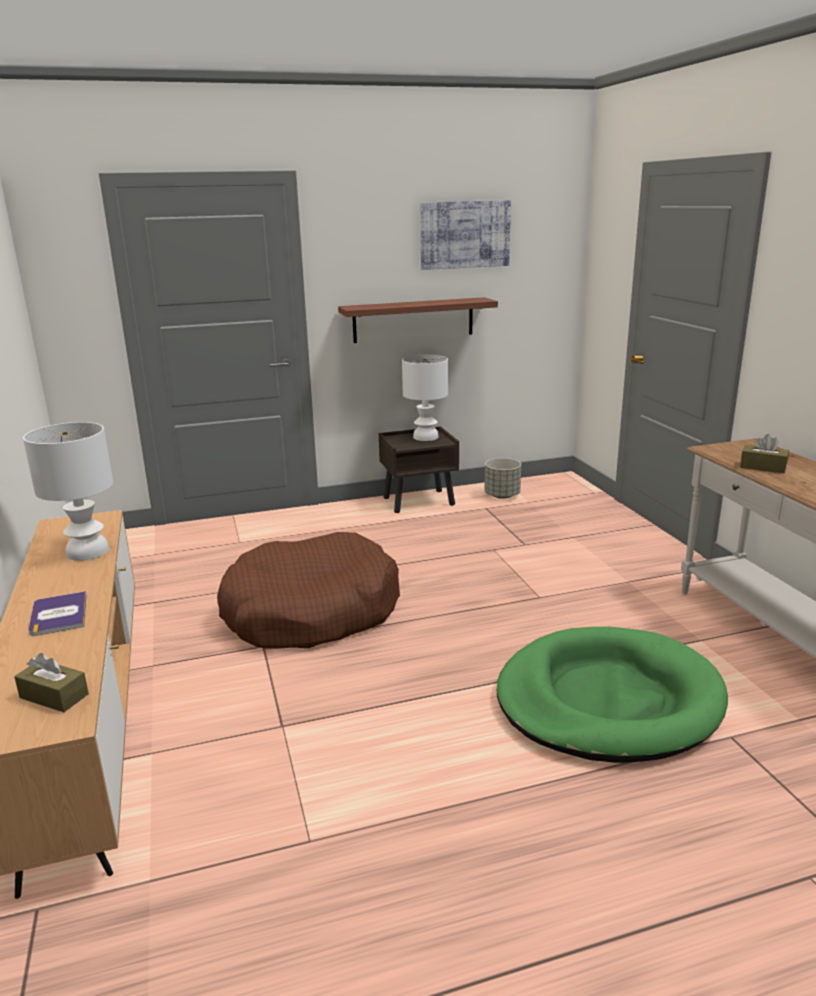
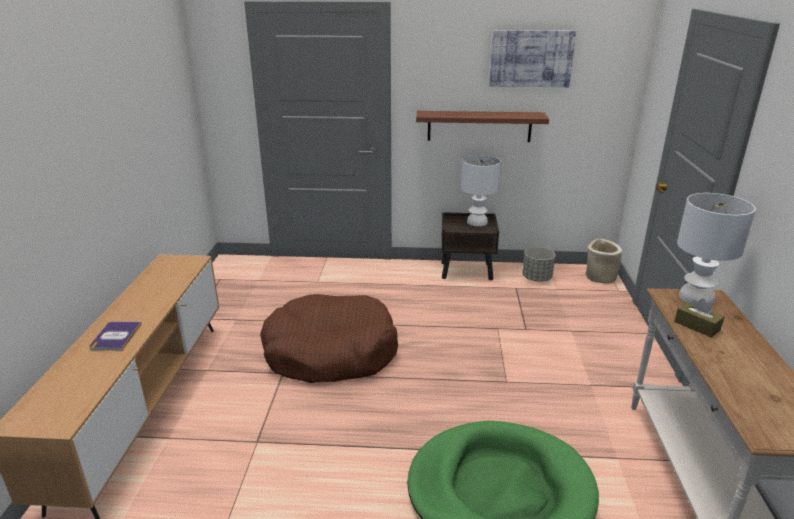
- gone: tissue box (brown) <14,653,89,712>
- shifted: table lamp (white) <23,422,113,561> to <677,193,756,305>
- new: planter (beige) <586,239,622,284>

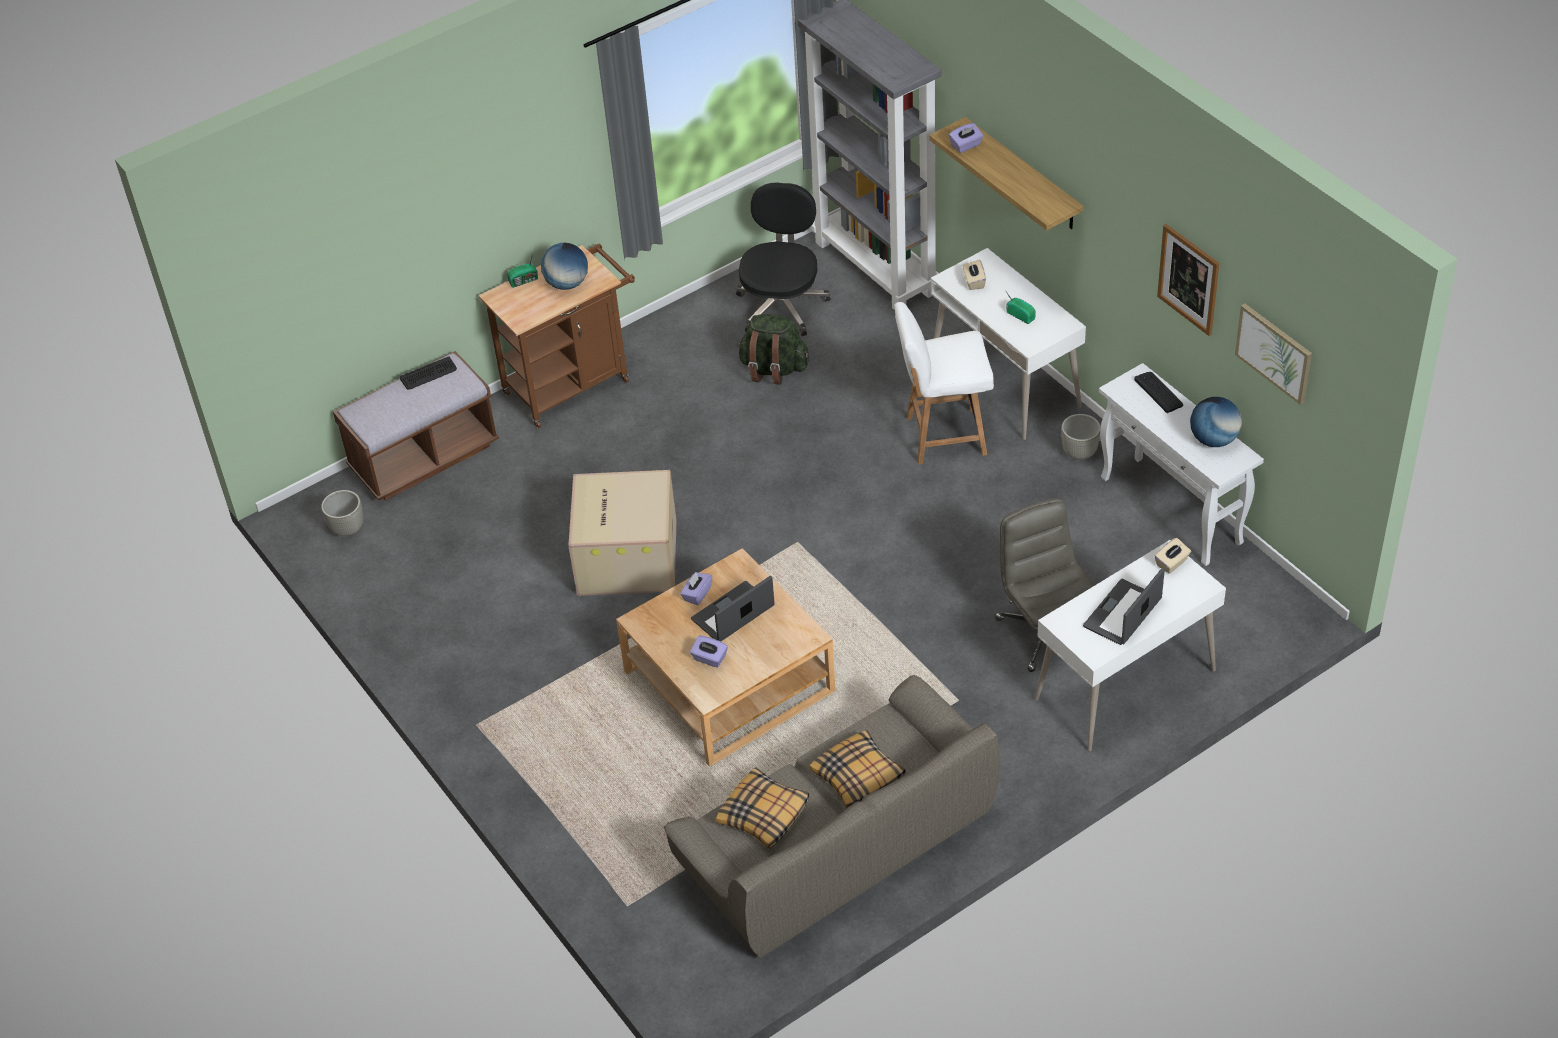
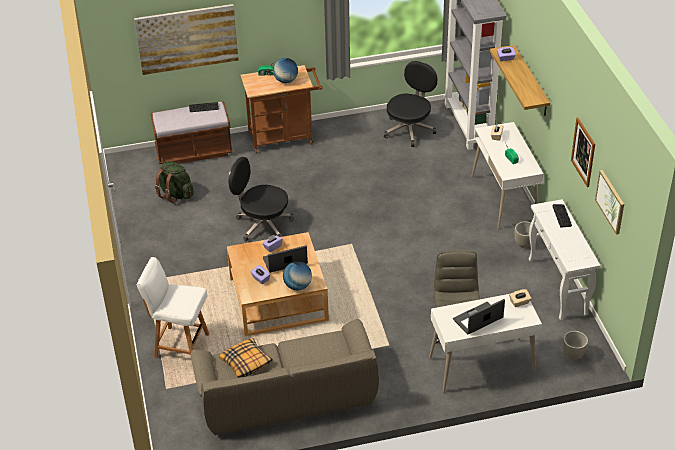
- shifted: planter (grey) <321,490,363,536> to <563,331,588,359>
- swapped: cardboard box <568,470,676,596> to office chair (black) <228,157,294,242>
- shifted: backpack (green) <737,314,809,385> to <155,161,194,203>
- gone: pillow <810,730,906,809>
- shifted: chair (white) <894,302,994,464> to <137,257,209,358>
- shifted: globe <1190,397,1242,447> to <283,261,312,291>
- new: picture <134,4,239,75>

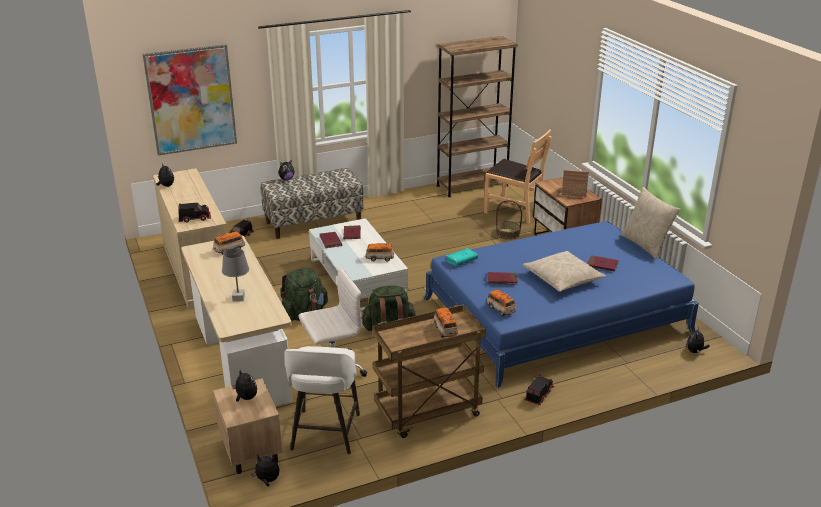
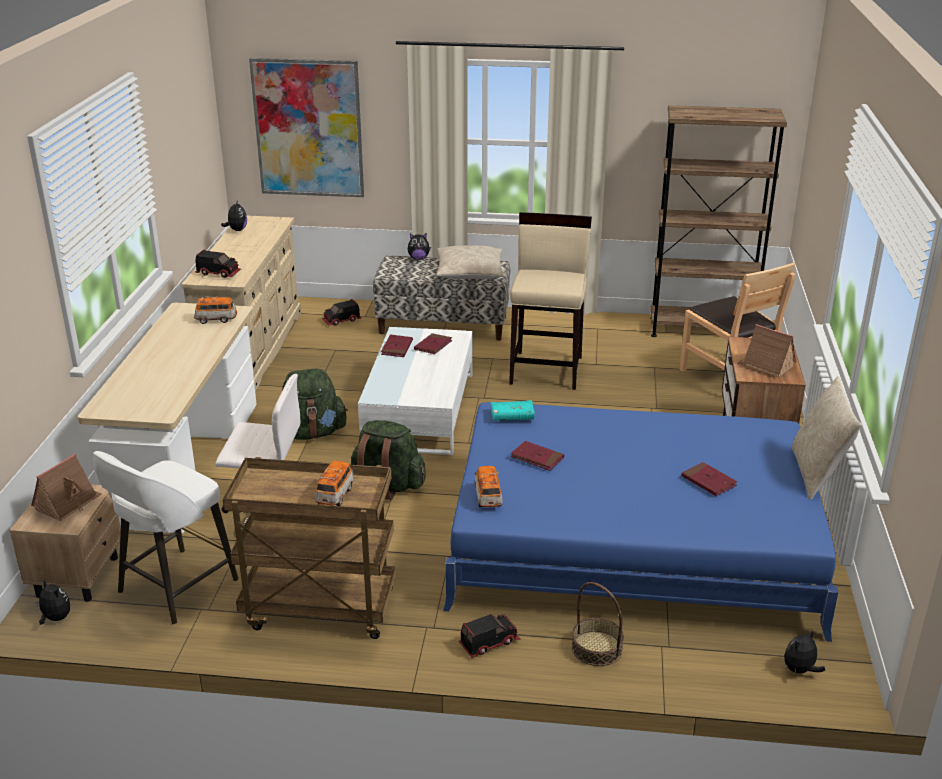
- gone: table lamp (grey) <222,248,249,302>
- swapped: plush toy <232,370,257,402> to toy house <31,454,102,521>
- gone: toy car <365,243,394,262>
- shifted: basket <496,200,522,240> to <571,582,624,666>
- shifted: pillow (beige) <522,251,606,292> to <436,245,505,279>
- new: stool (beige) <509,212,592,390>

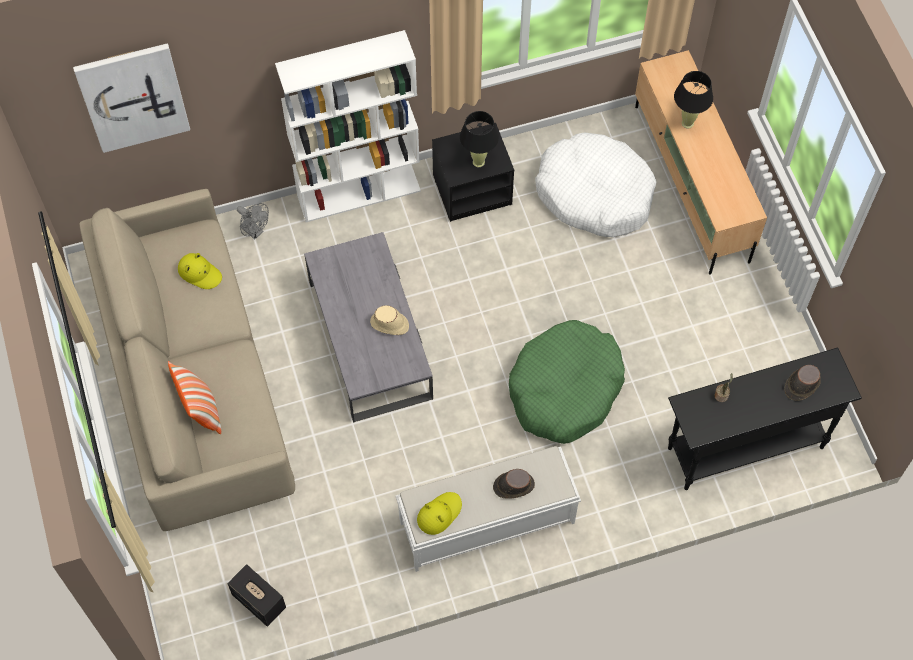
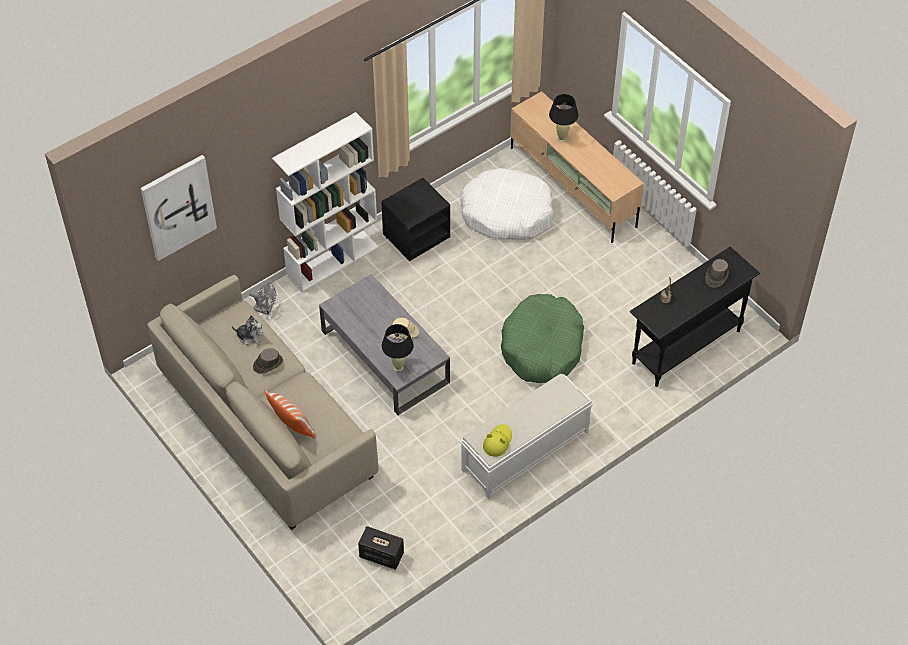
- swapped: hat (yellow) <178,253,222,289> to plush toy <232,315,263,345>
- shifted: table lamp (black) <460,111,499,167> to <382,324,414,372>
- shifted: hat (brown) <493,469,535,499> to <253,348,283,374>

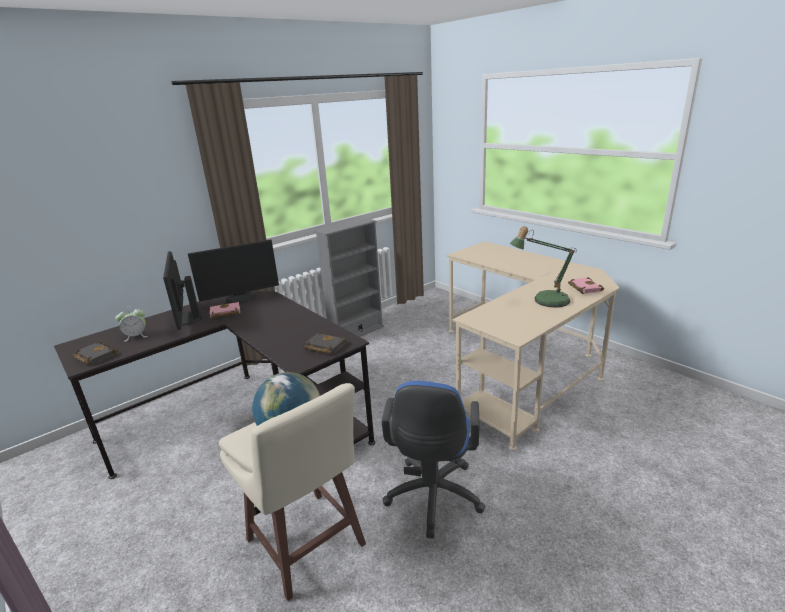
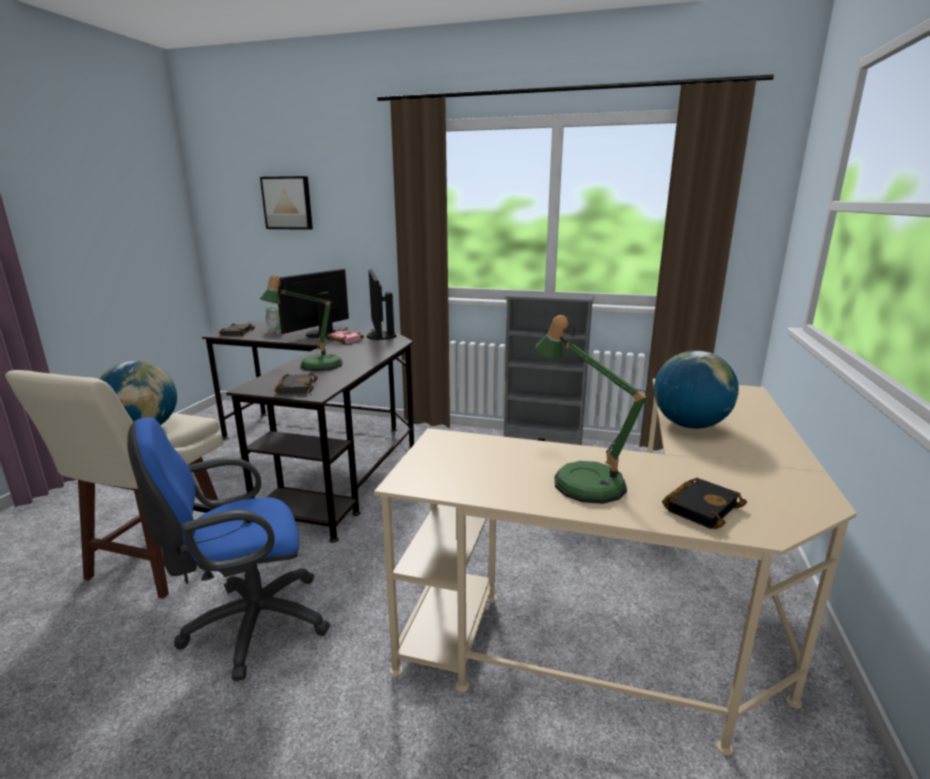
- rotated: monitor <188,240,279,304> = <367,269,396,340> 45 degrees clockwise
- repainted: book (pink) <568,277,604,294> to book (black) <662,478,747,529>
- new: picture <260,176,313,230>
- new: table lamp <260,275,343,371>
- new: globe <654,350,739,429>

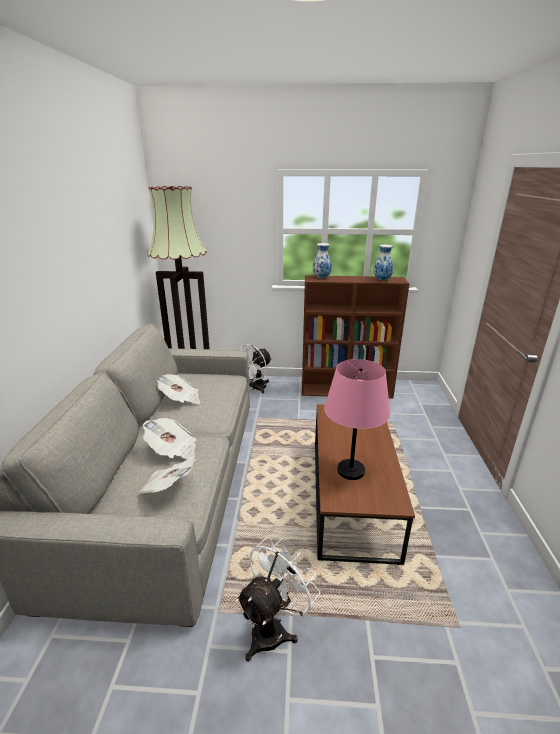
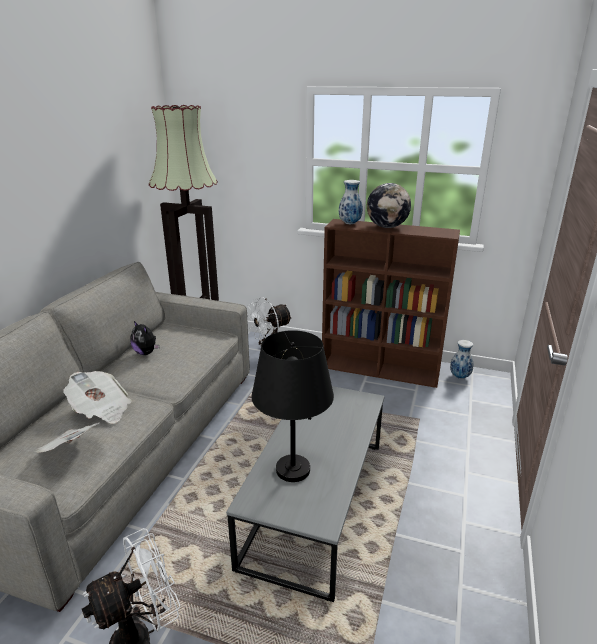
- swapped: newspaper <157,374,200,404> to plush toy <131,321,159,355>
- repainted: coffee table (brown) <315,404,415,565> to coffee table (grey) <226,386,385,602>
- repainted: table lamp (pink) <324,359,390,480> to table lamp (black) <252,330,334,482>
- shifted: vase <373,245,394,281> to <450,340,474,379>
- new: globe <367,183,411,228>

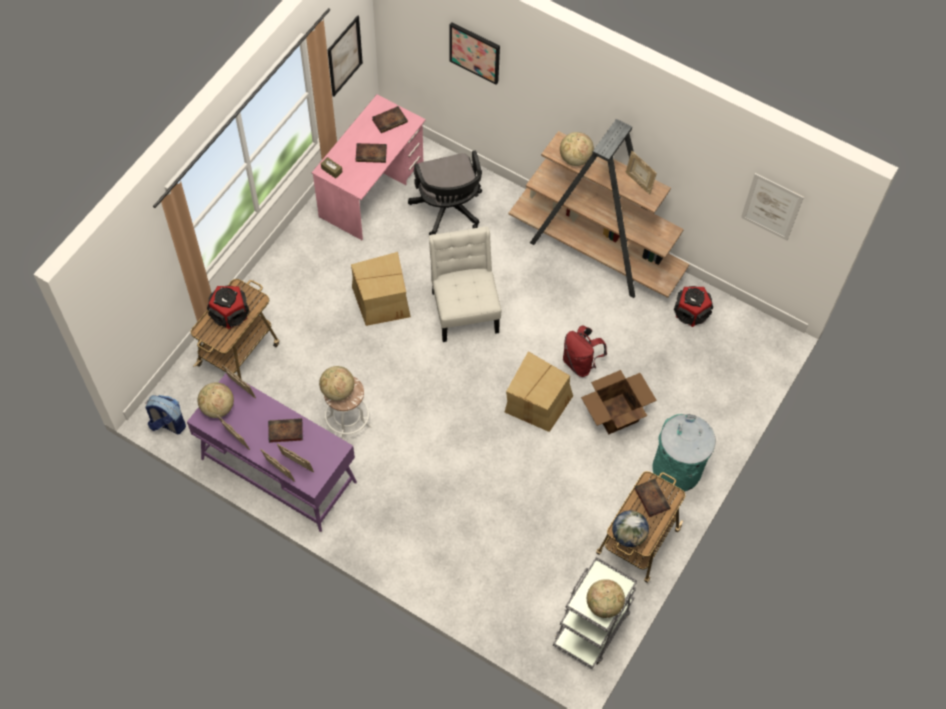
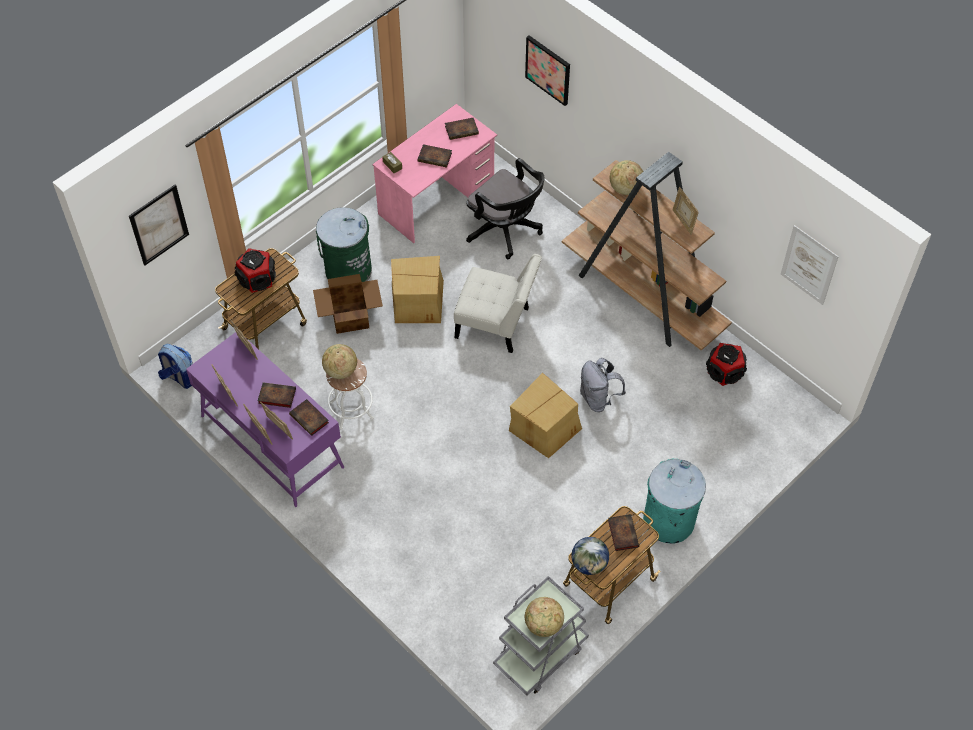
- gone: globe <198,383,234,418>
- shifted: picture <328,15,363,97> to <129,185,189,265>
- rotated: office chair (black) <408,150,482,235> = <466,158,545,259> 45 degrees counterclockwise
- rotated: chair (white) <429,226,501,342> = <454,254,542,353> 105 degrees clockwise
- repainted: backpack (red) <563,326,607,377> to backpack (grey) <580,358,626,412>
- shifted: cardboard box <581,370,657,434> to <313,274,383,334>
- new: book <289,399,329,436>
- new: trash can (green) <316,207,372,282>

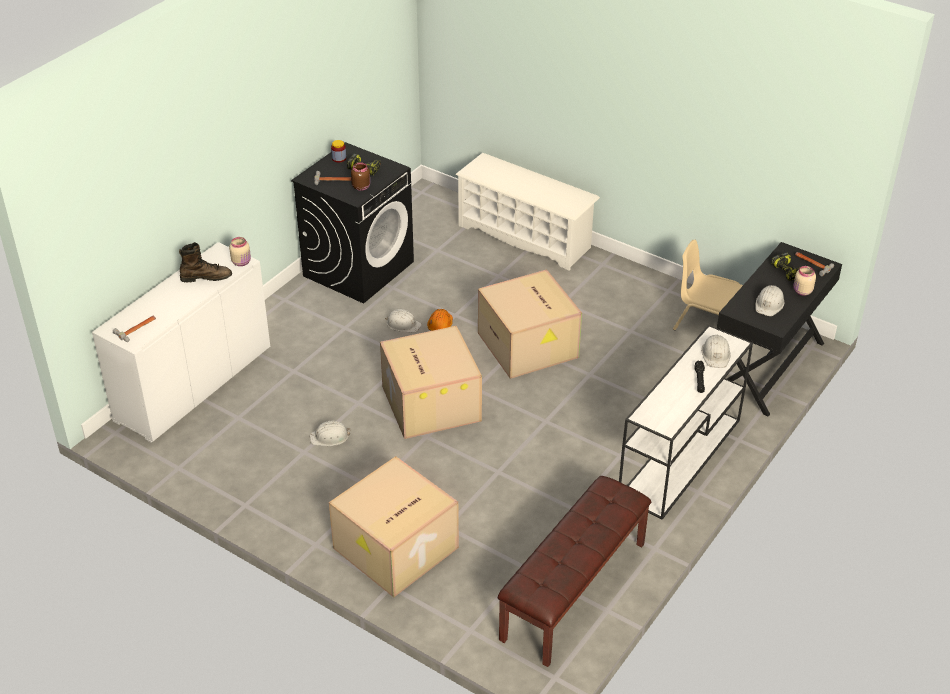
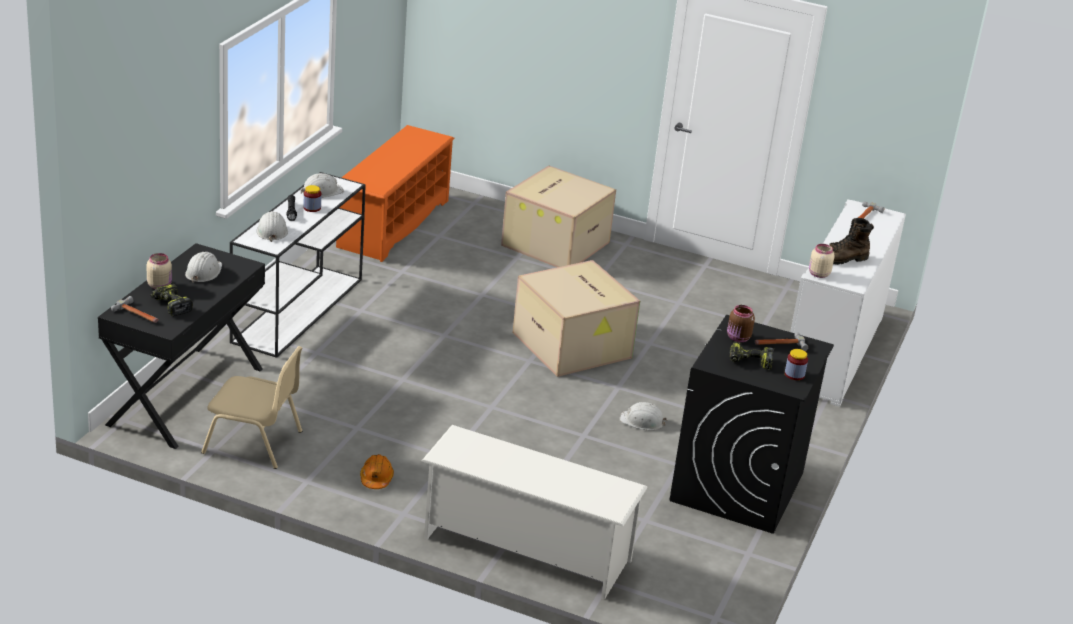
- shifted: hard hat (white) <310,420,351,446> to <301,173,344,198>
- shifted: hard hat (orange) <427,309,453,331> to <360,454,394,489>
- gone: cardboard box <478,269,582,379>
- swapped: bench (brown) <498,476,651,667> to shoe rack (orange) <336,125,455,262>
- new: jar <303,185,321,212>

